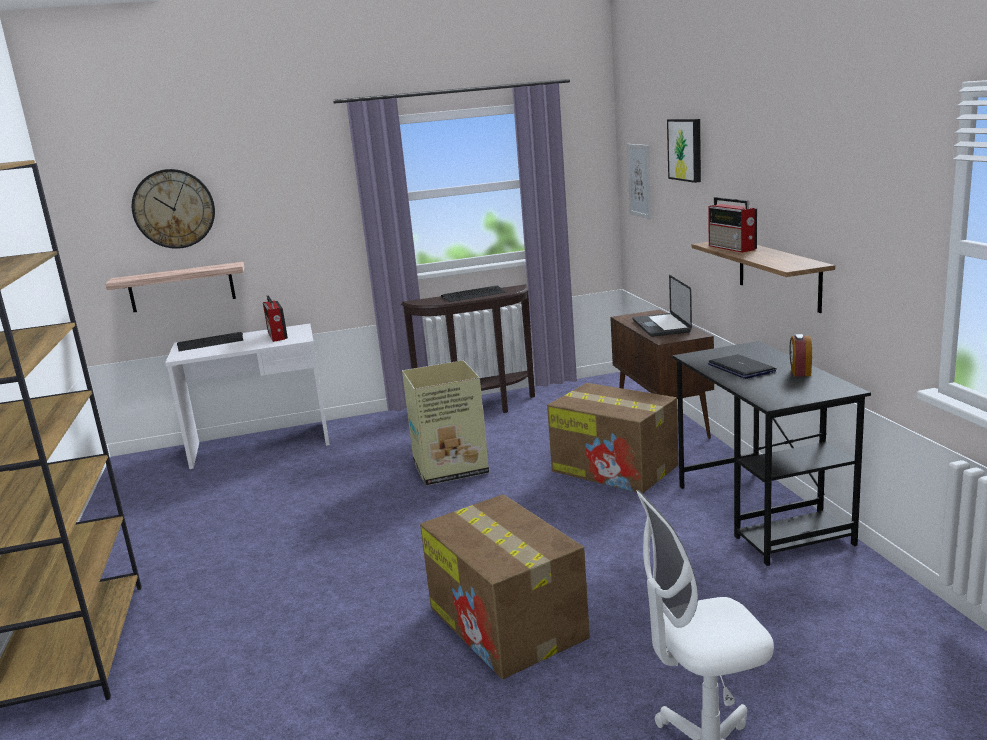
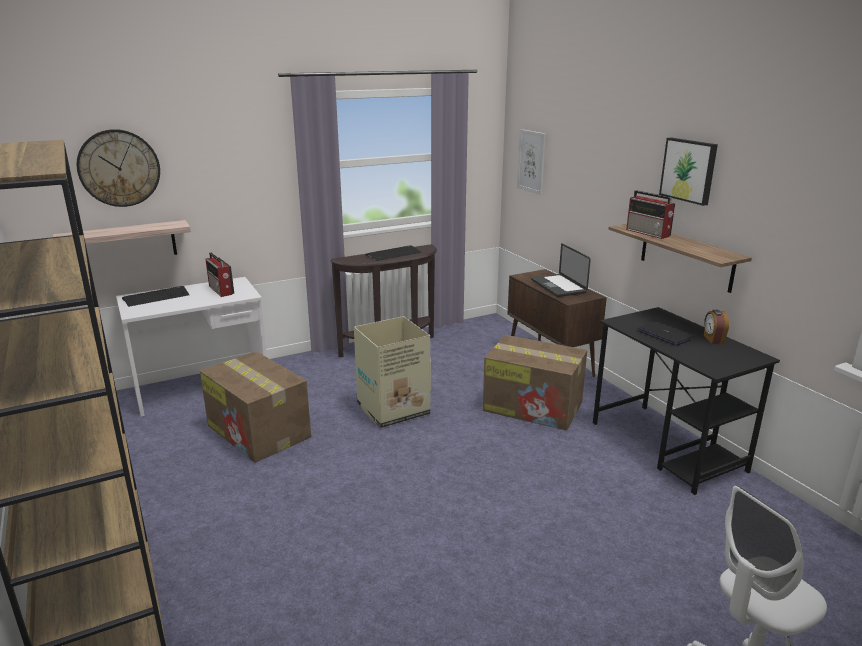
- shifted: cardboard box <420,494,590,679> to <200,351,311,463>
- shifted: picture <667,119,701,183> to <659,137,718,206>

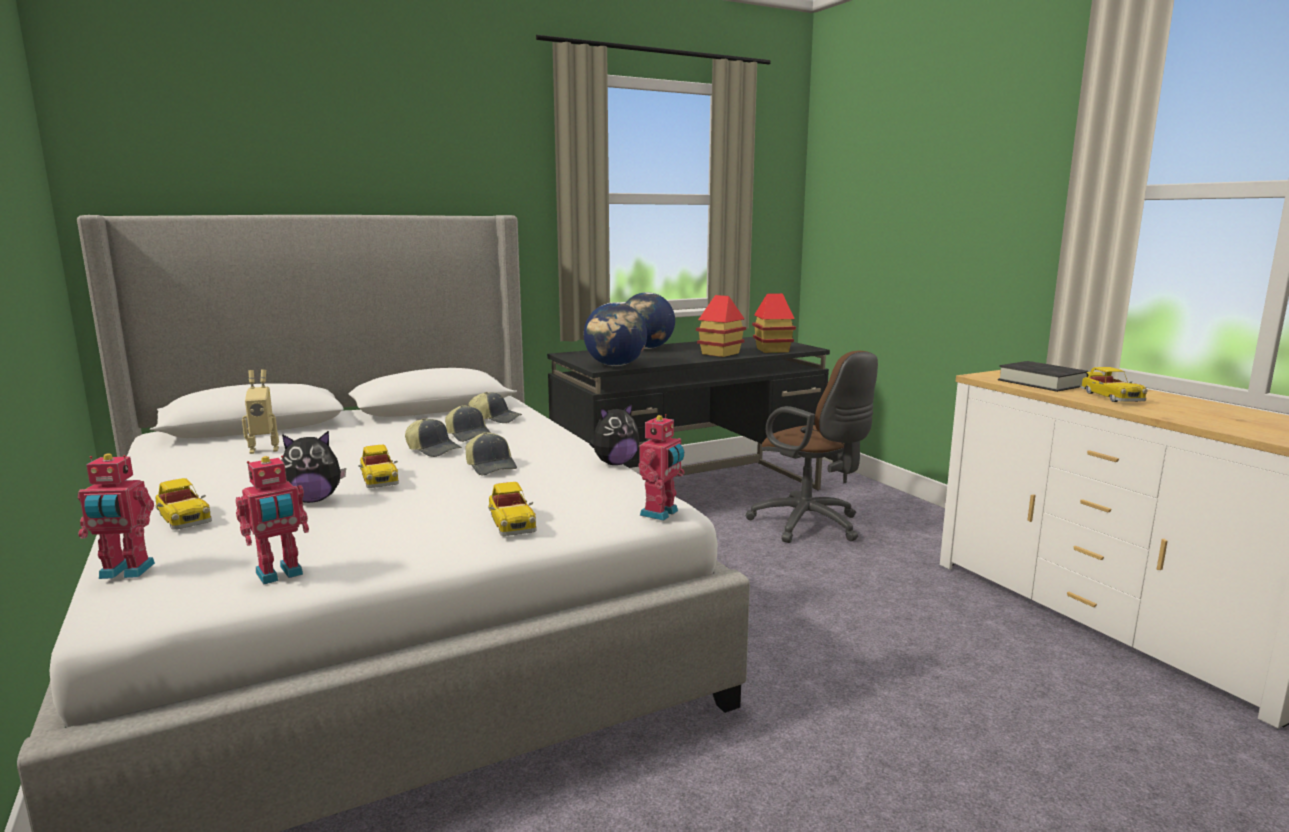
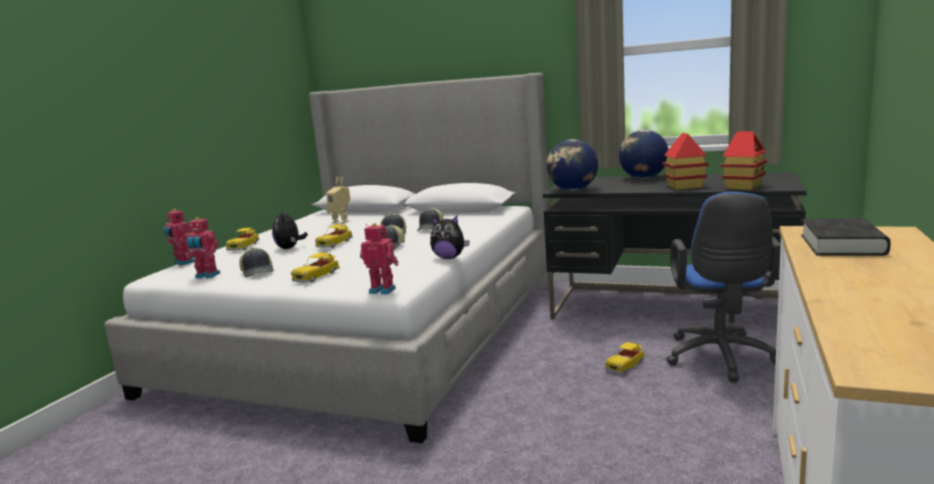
- rotated: plush toy <282,431,346,503> = <272,209,308,249> 45 degrees clockwise
- shifted: cap <469,392,522,423> to <239,248,274,278>
- rotated: toy robot <638,414,684,521> = <360,223,399,294> 150 degrees counterclockwise
- repainted: office chair (brown) <746,351,878,543> to office chair (blue) <666,192,781,382>
- shifted: toy car <1080,367,1148,402> to <605,342,645,374>

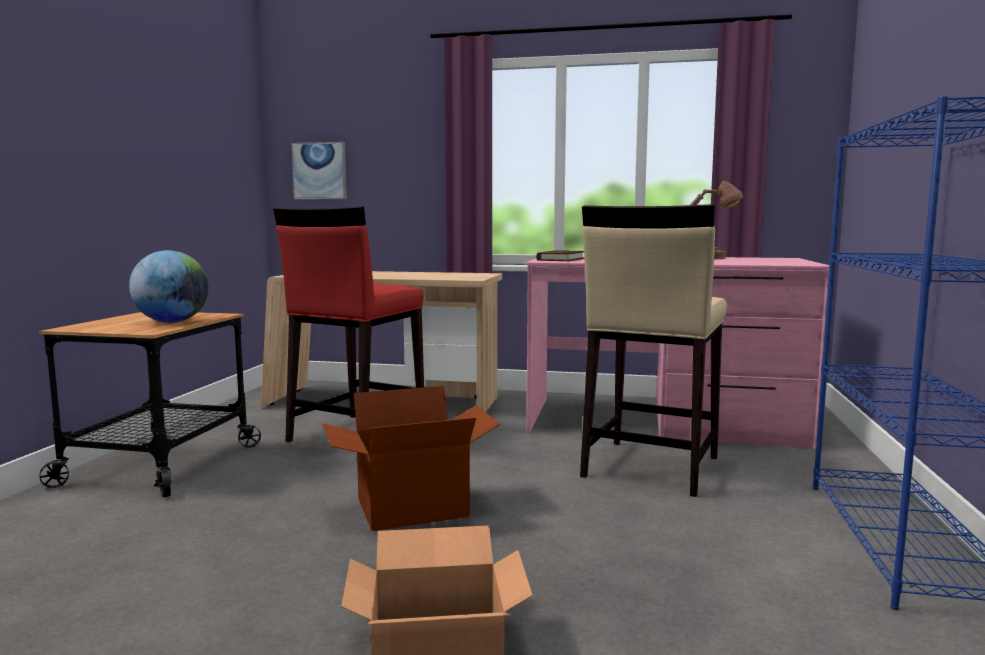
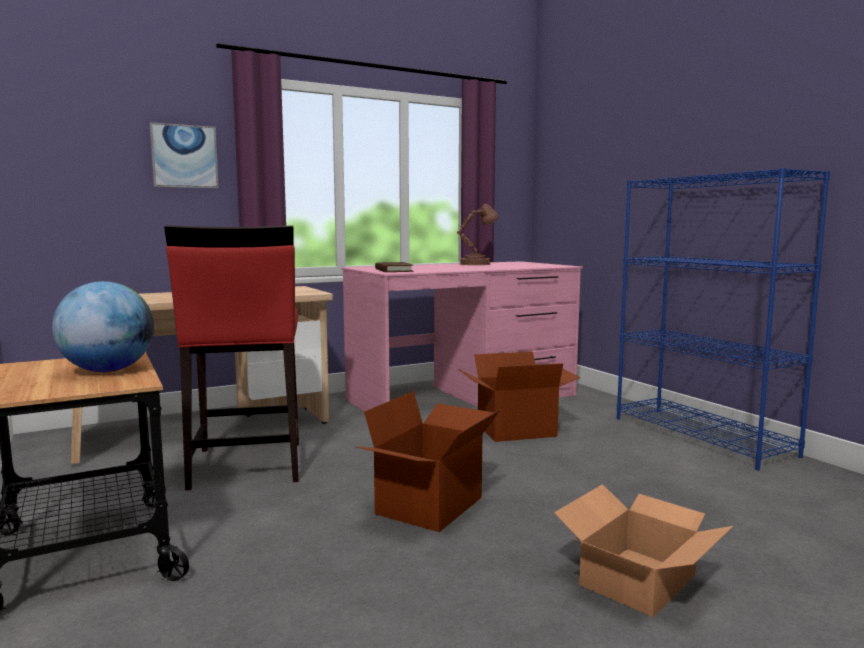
- shifted: picture <291,142,347,200> to <150,122,219,189>
- swapped: stool (beige) <580,204,727,497> to cardboard box <458,352,581,442>

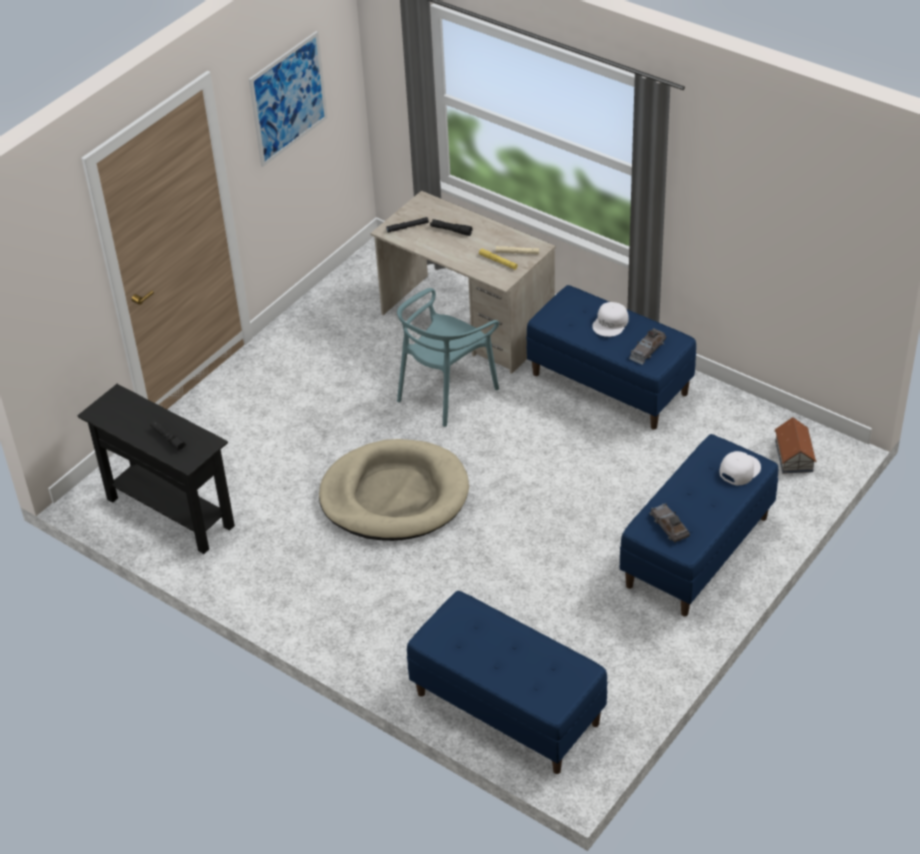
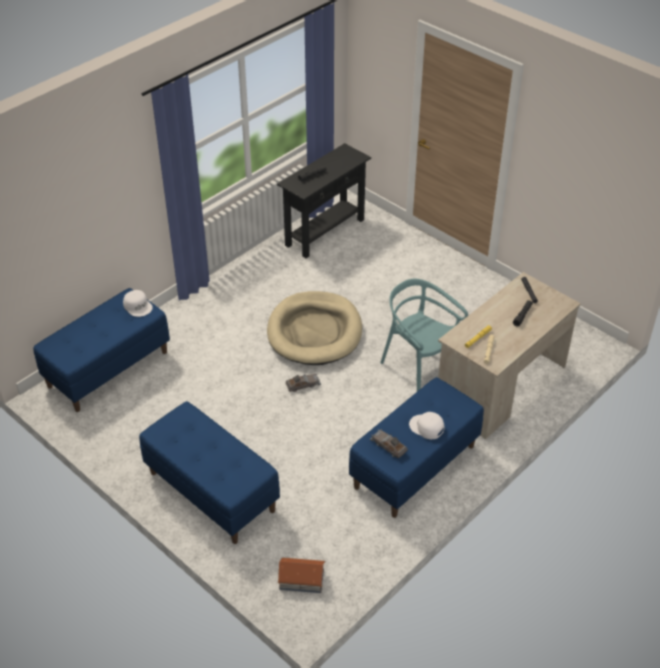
- gone: picture <249,31,327,167>
- shifted: toy car (grey) <649,503,690,543> to <286,373,321,392>
- shifted: cap (white) <720,451,761,485> to <123,290,153,317>

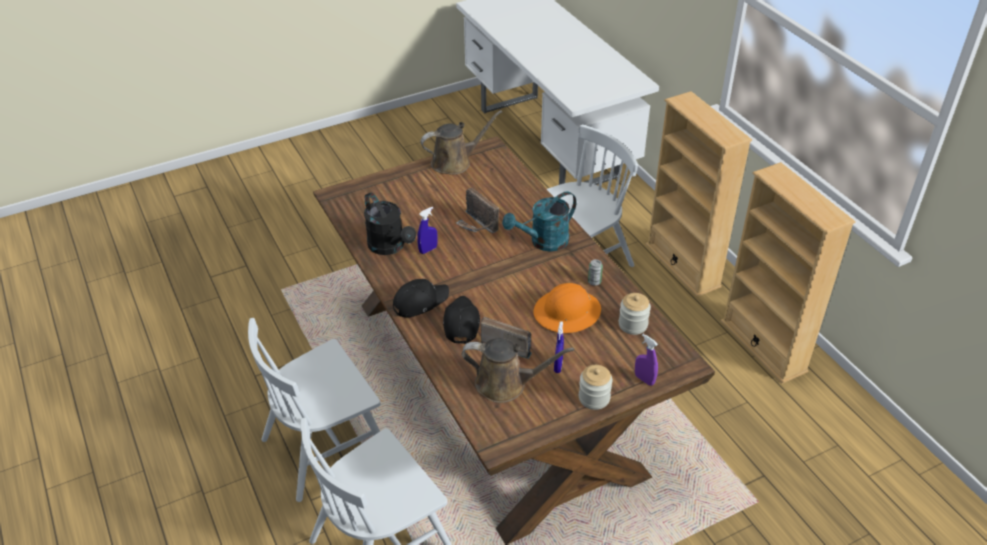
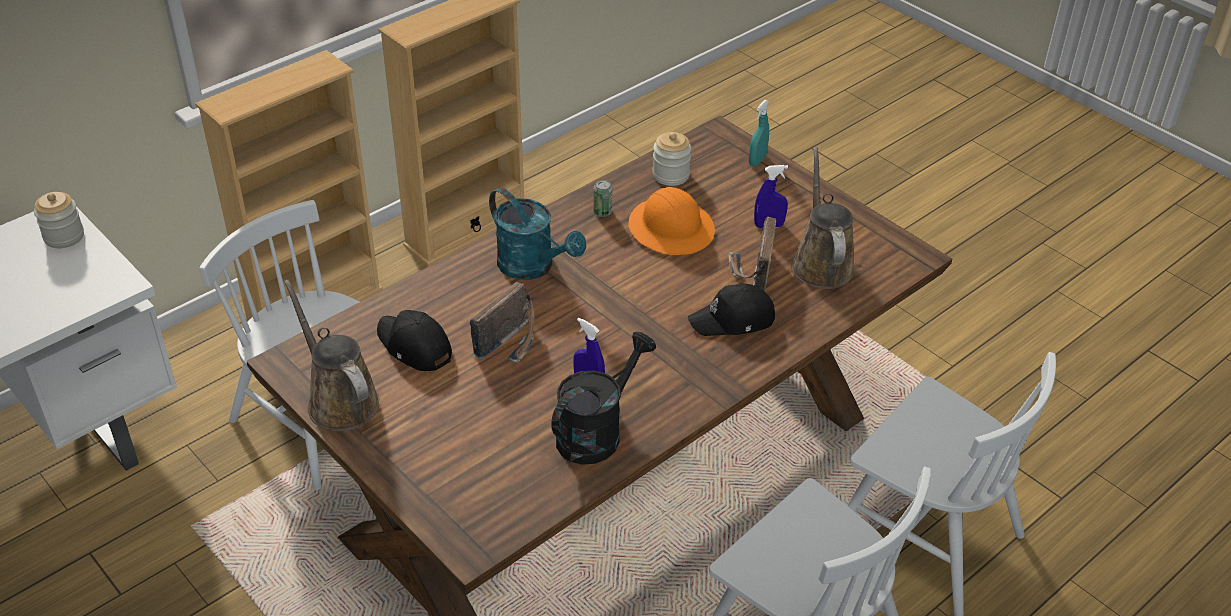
- shifted: cap (black) <393,279,449,318> to <377,310,452,371>
- shifted: jar <579,365,612,410> to <34,192,84,248>
- repainted: spray bottle (purple) <635,334,658,386> to spray bottle (turquoise) <749,100,769,166>

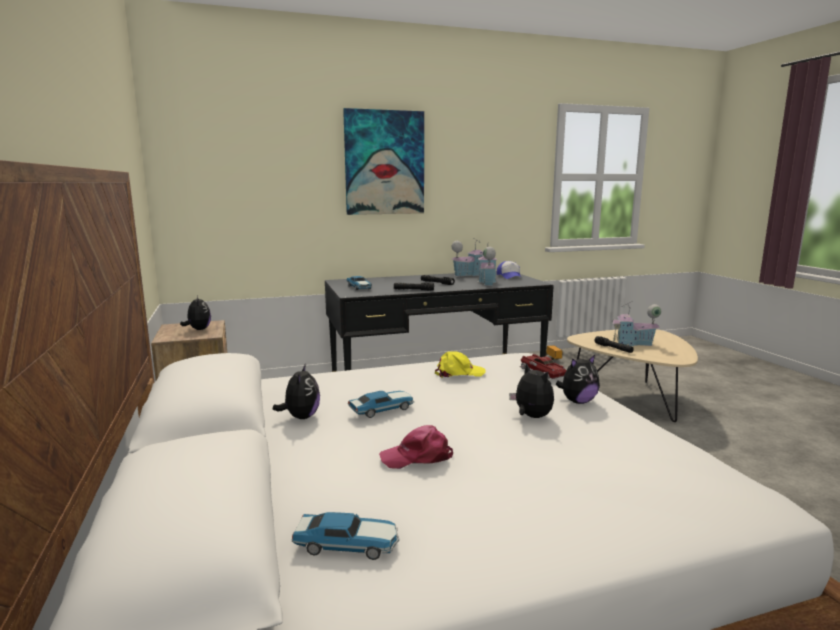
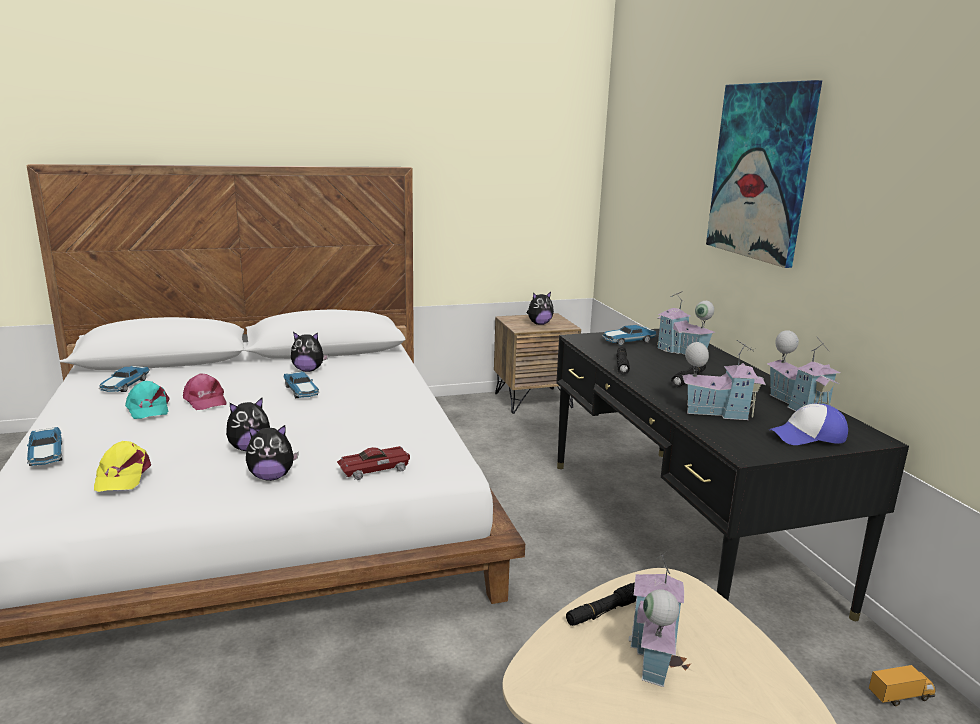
- rotated: cap (pink) <379,425,453,469> = <183,374,226,410> 150 degrees clockwise
- shifted: cap (yellow) <435,351,486,378> to <94,441,151,492>
- rotated: plush toy <556,355,600,404> = <246,425,299,481> 75 degrees counterclockwise
- new: toy car <27,427,62,466>
- new: cap (turquoise) <125,381,170,419>
- new: toy house <657,291,715,355>

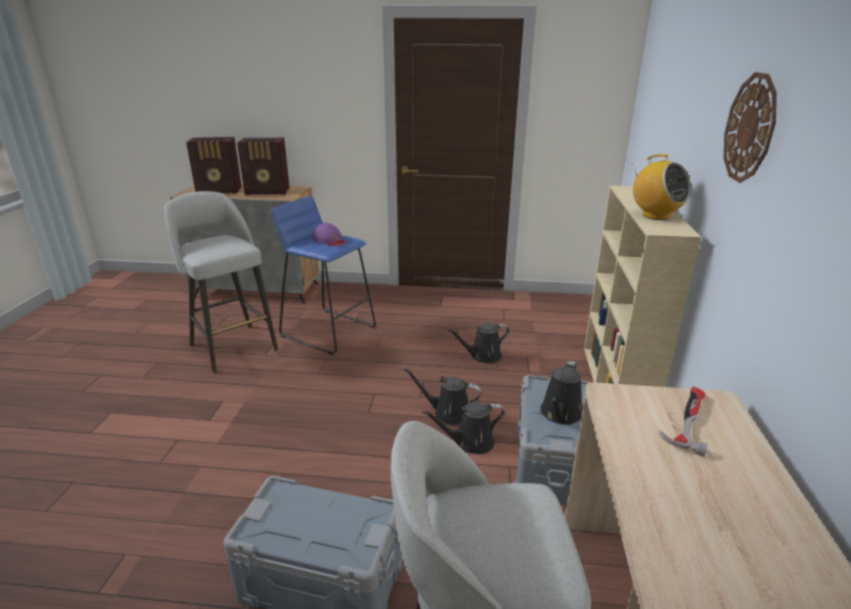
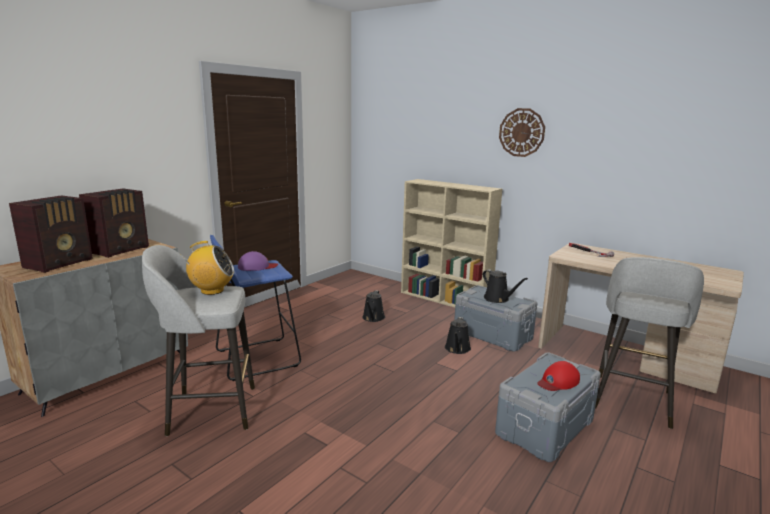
- gone: watering can (black) <403,367,481,425>
- shifted: radio <632,154,691,220> to <180,241,234,295>
- new: cap (red) <537,361,580,391>

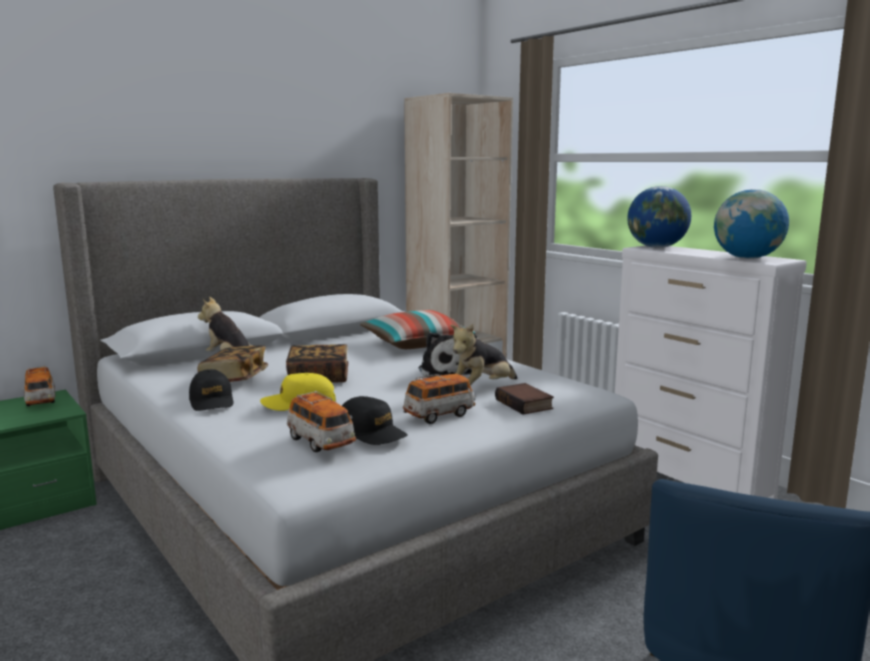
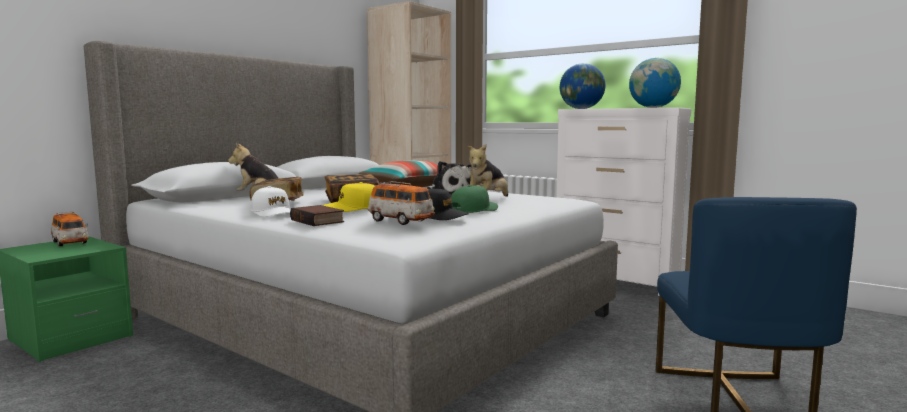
- repainted: cap (black) <189,369,234,411> to cap (white) <251,186,291,217>
- swapped: toy car <403,374,475,424> to cap (green) <451,185,498,213>
- shifted: book <495,383,554,415> to <290,205,344,226>

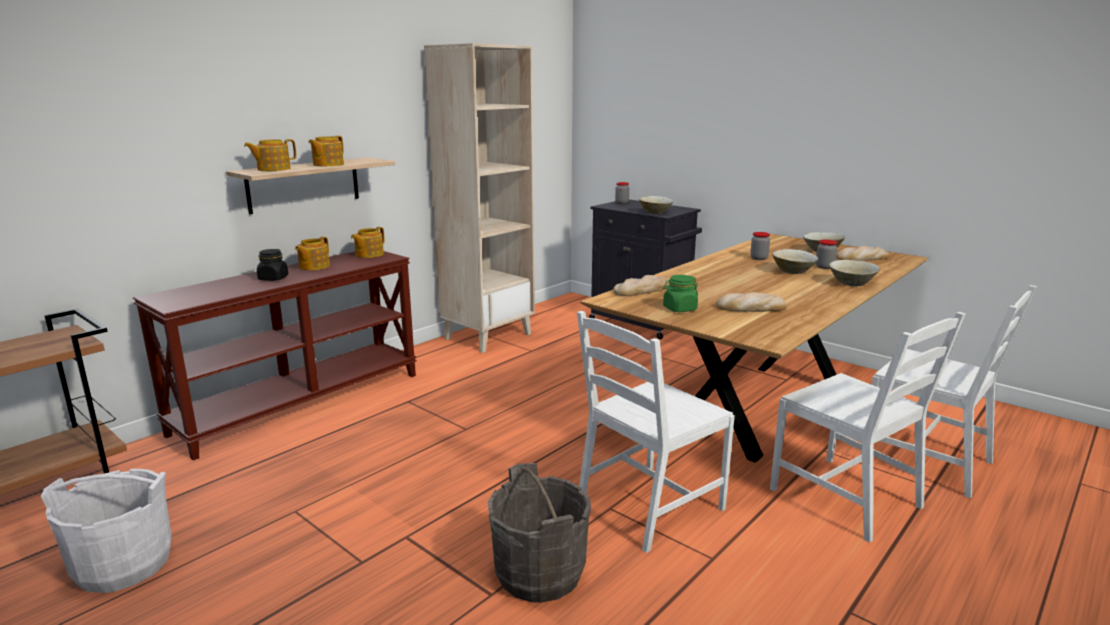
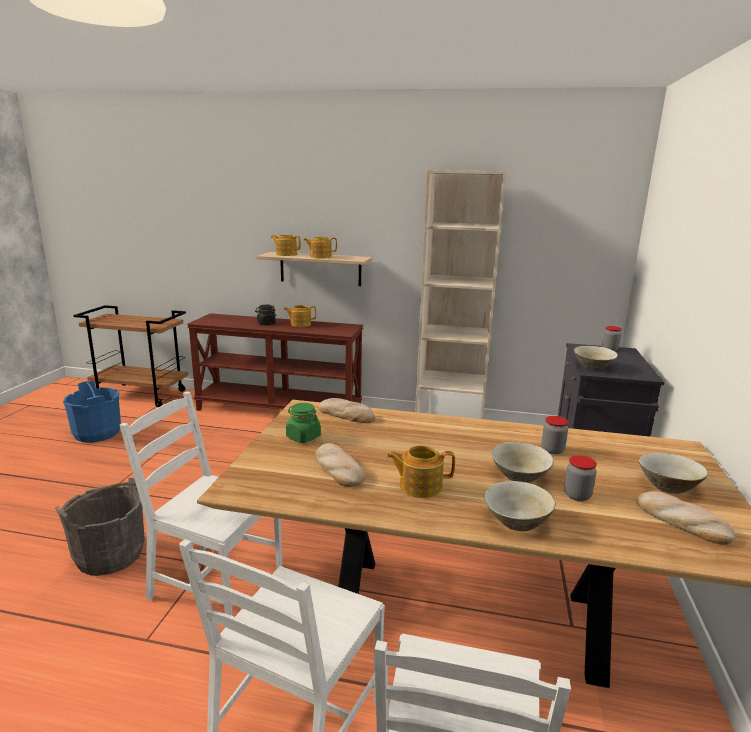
- repainted: bucket (white) <41,469,172,593> to bucket (blue) <63,381,121,443>
- shifted: teapot <351,227,385,258> to <387,445,455,498>

